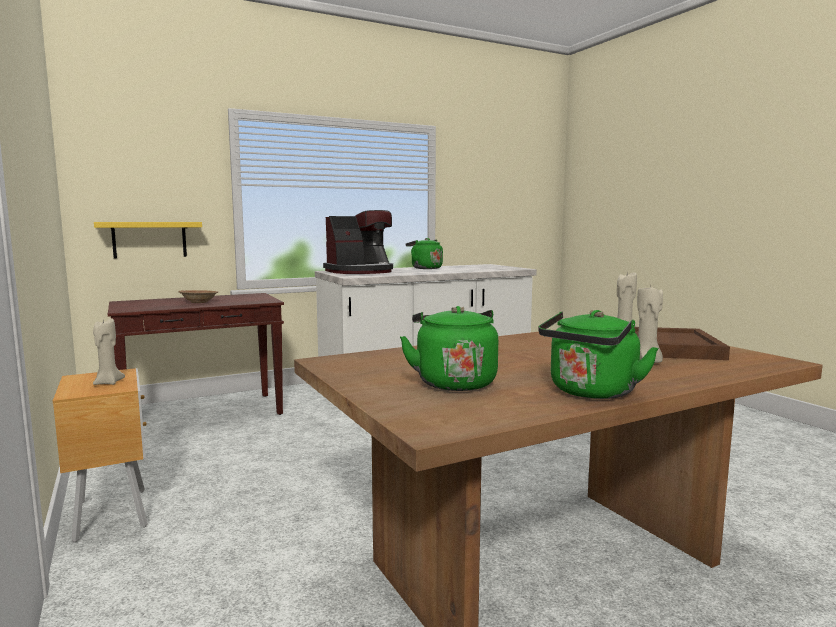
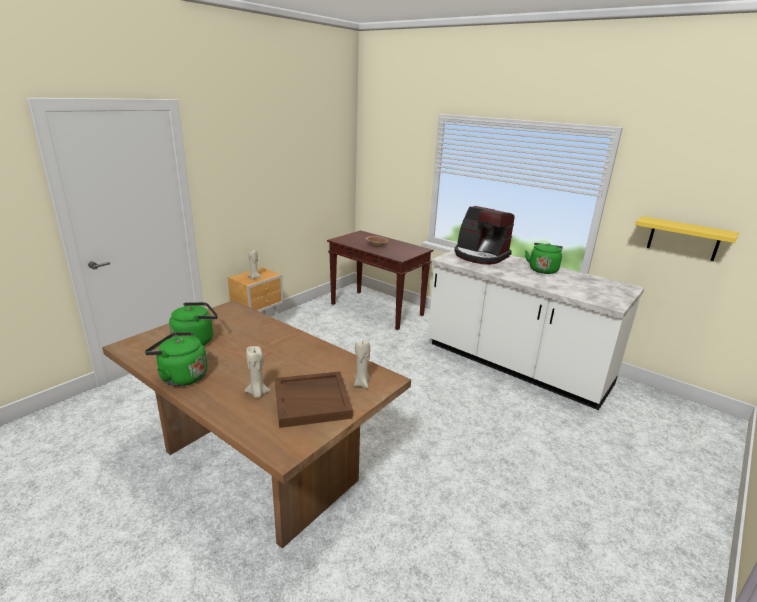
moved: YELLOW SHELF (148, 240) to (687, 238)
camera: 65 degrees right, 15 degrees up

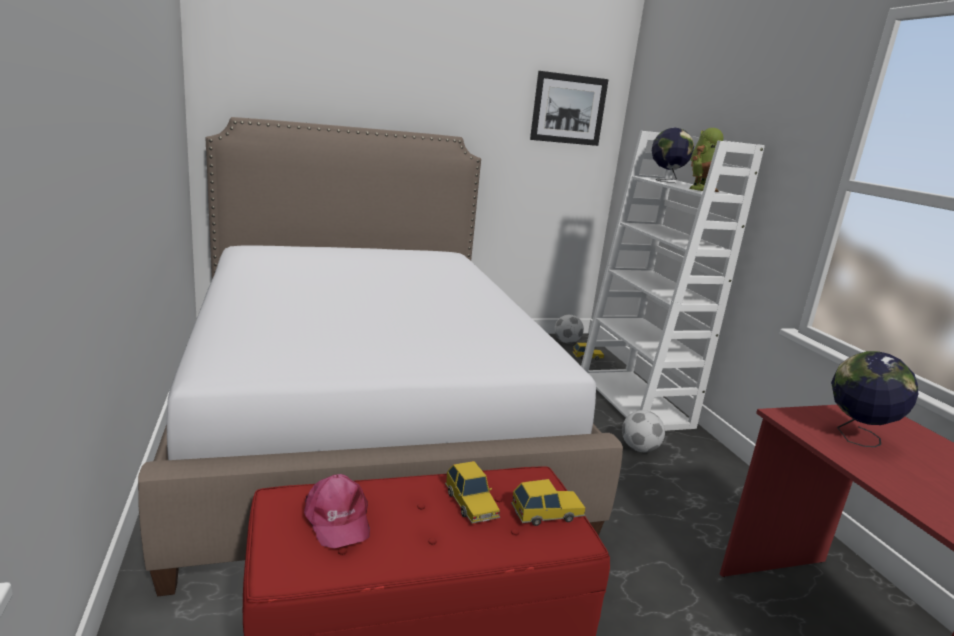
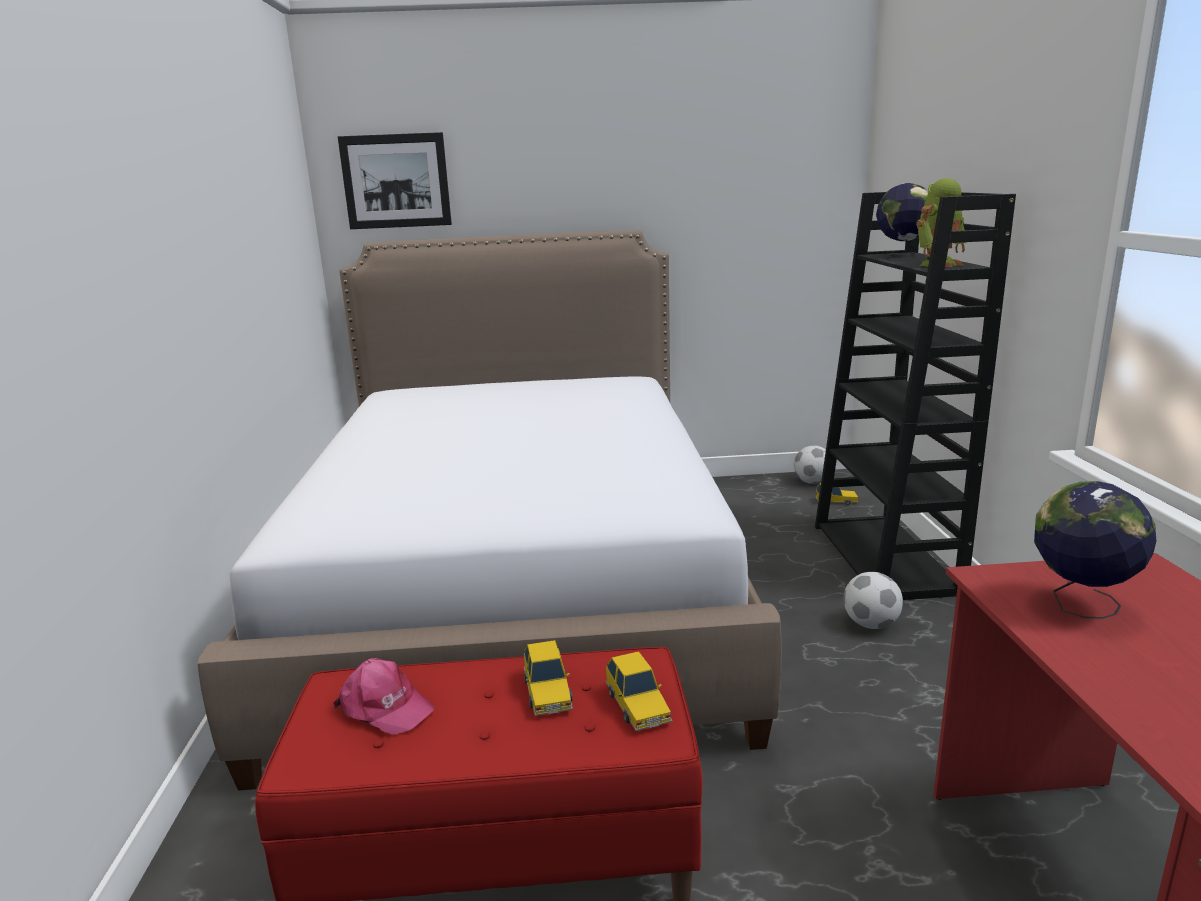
moved: PICTURE (569, 108) to (395, 180)
recoloured: WHITE BOOKCASE (673, 281) to BLACK BOOKCASE (915, 396)
turned: PINK CAP (337, 511) = (383, 696) 45 degrees counterclockwise; TOY CAR (548, 502) = (639, 691) 75 degrees clockwise
camera: 15 degrees right, 0 degrees up

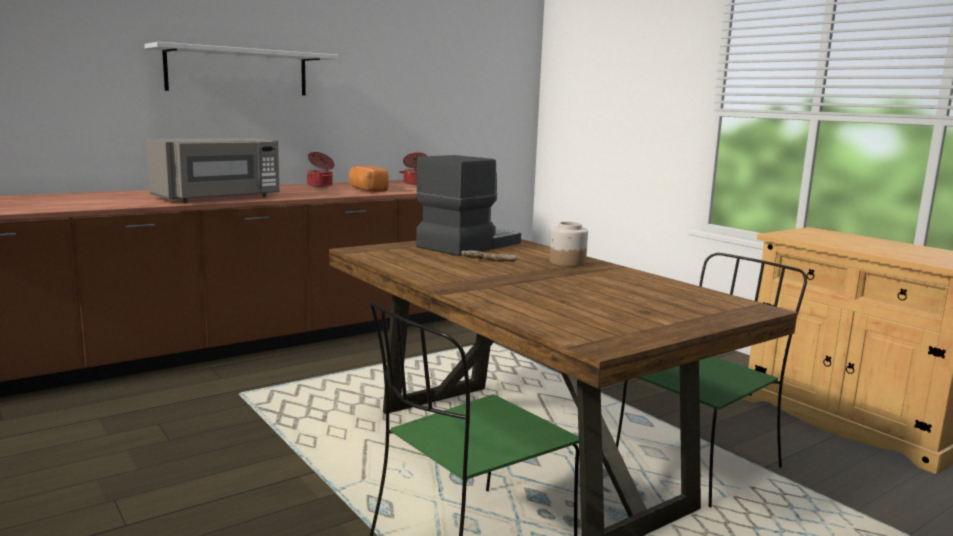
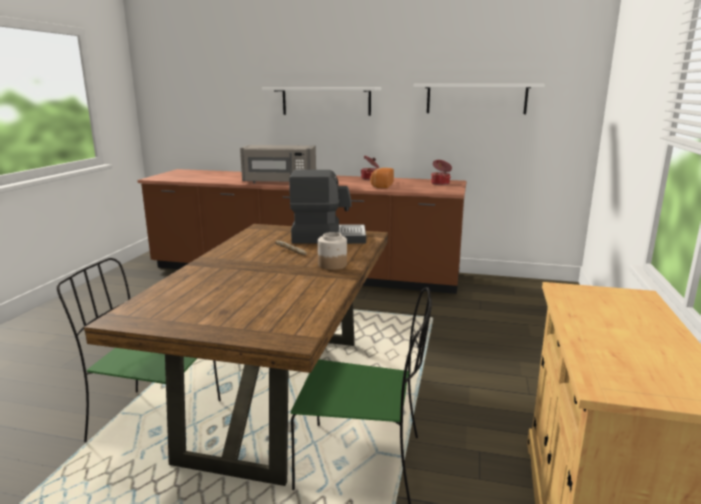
added: WHITE SHELF (478, 99)
camera: 50 degrees right, 5 degrees up

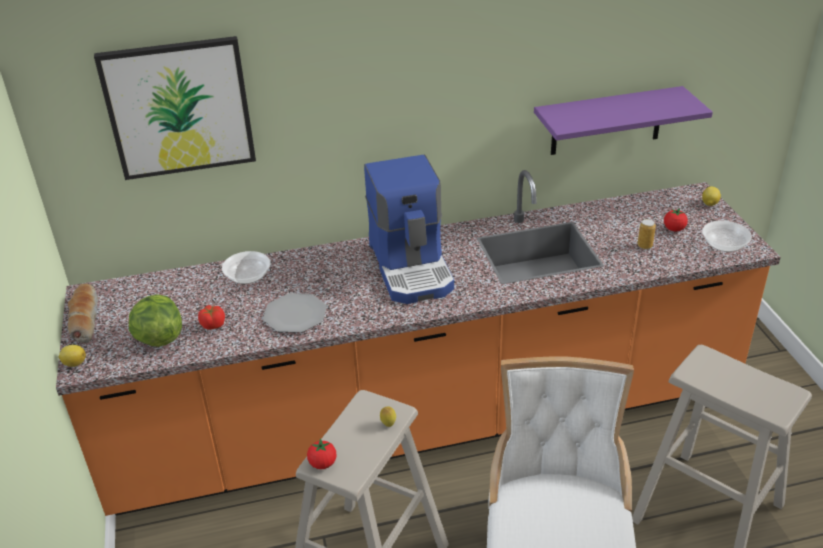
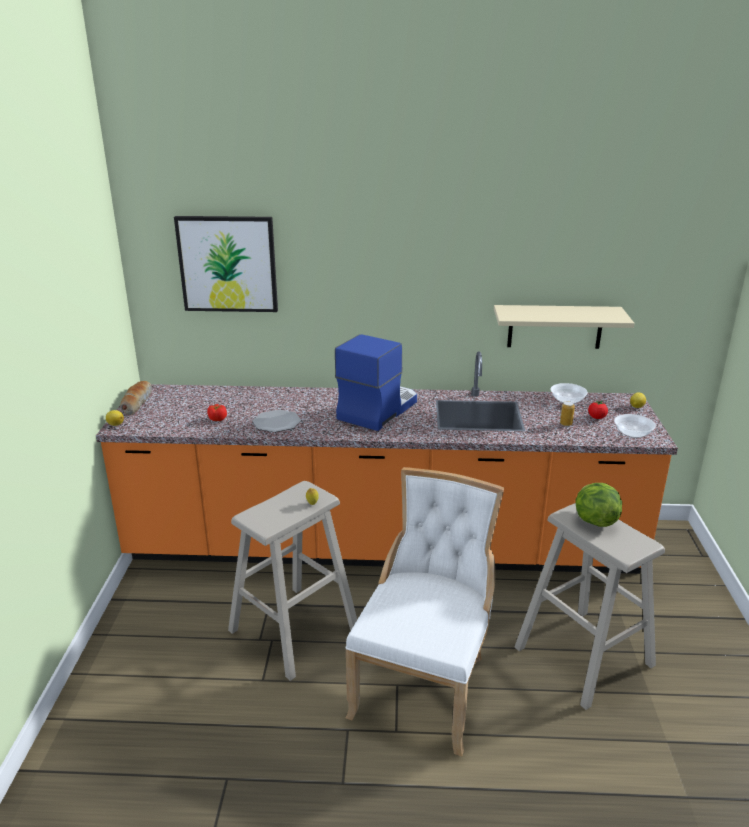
removed: TOMATO (322, 453)
moved: LETTUCE (155, 320) to (598, 505); BOWL (246, 267) to (569, 393)
recoloured: PURPLE SHELF (623, 120) to BEIGE SHELF (564, 327)
turned: COFFEE MACHINE (409, 229) = (376, 382) 150 degrees counterclockwise
camera: 15 degrees right, 10 degrees down

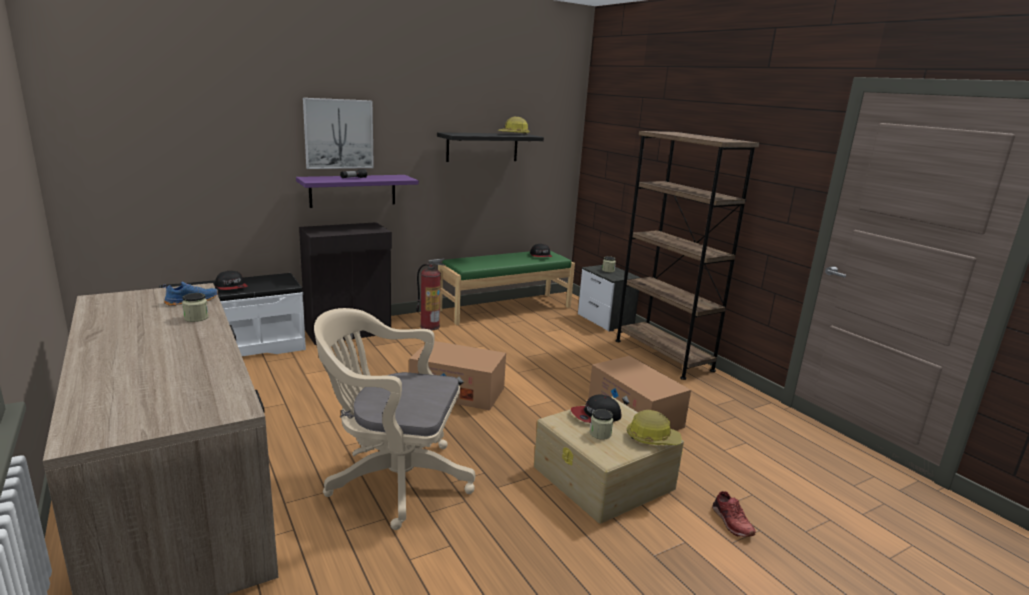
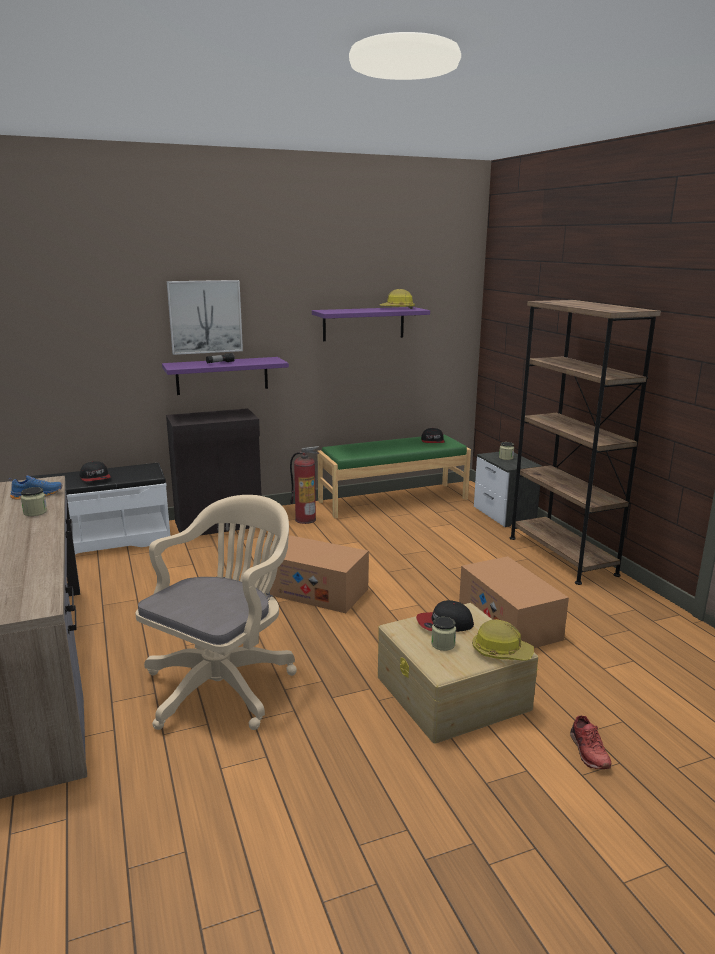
recoloured: BLACK SHELF (490, 147) to PURPLE SHELF (371, 324)
turned: BEIGE OFFICE CHAIR (394, 419) = (216, 612) 105 degrees clockwise
camera: 10 degrees right, 0 degrees up

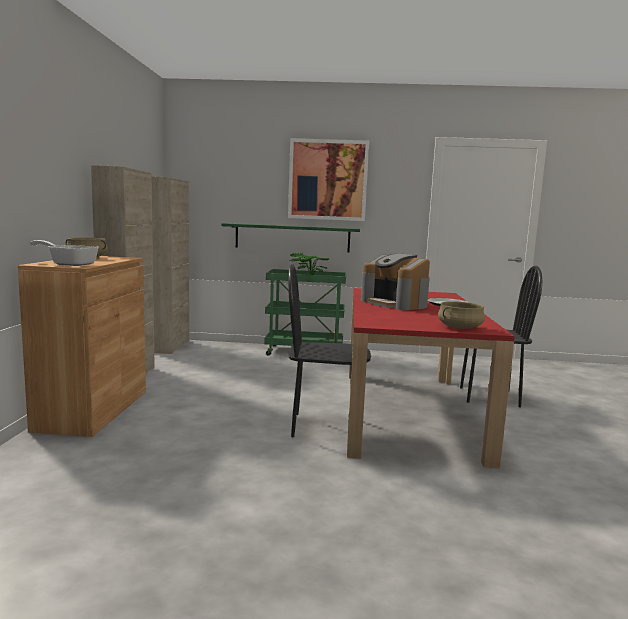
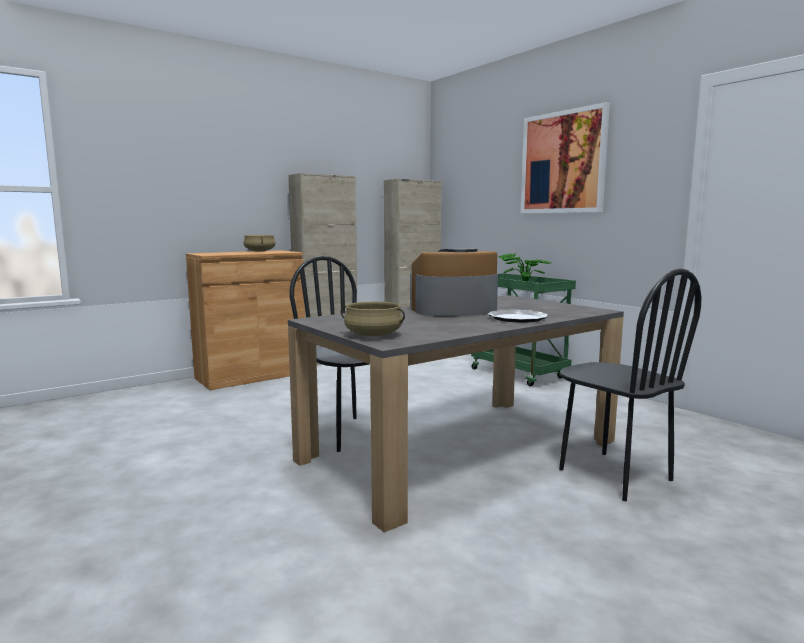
removed: FRYING PAN (64, 253); GREEN SHELF (290, 237)
recoloured: RED DINING TABLE (431, 378) to GREY DINING TABLE (456, 413)
turned: COFFEE MACHINE (395, 282) = (454, 282) 60 degrees clockwise
camera: 50 degrees right, 0 degrees up

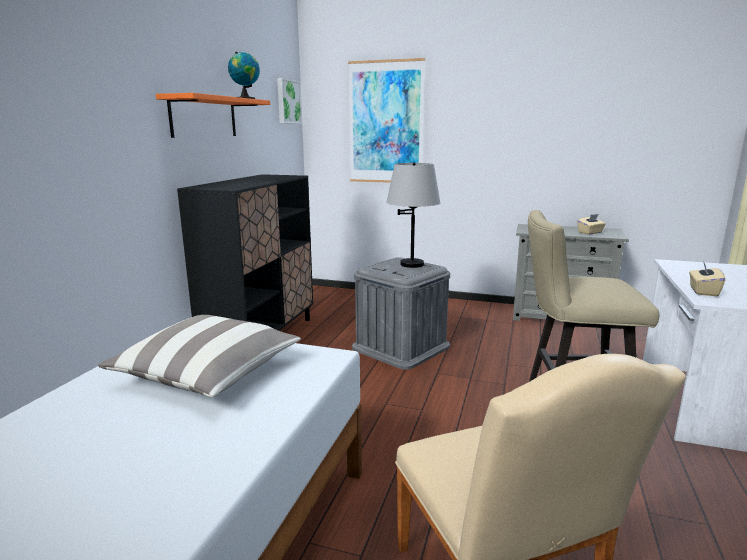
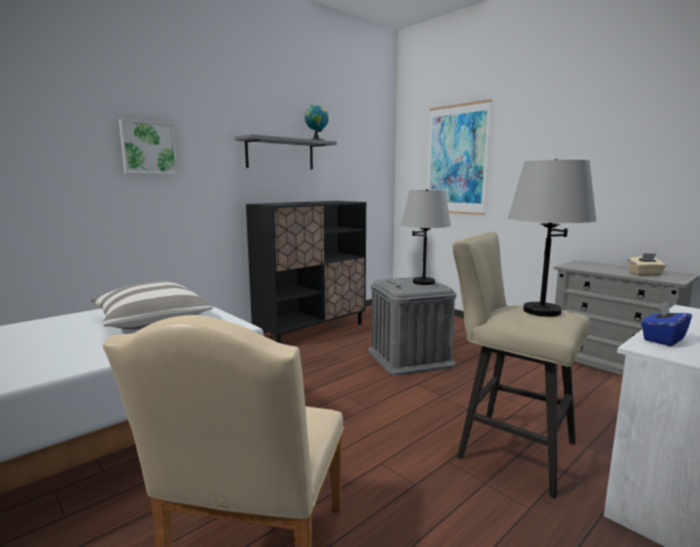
added: GREY TABLE LAMP (552, 238)
moved: PICTURE (289, 100) to (148, 146)
recoloured: ORANGE SHELF (213, 115) to GREY SHELF (286, 151); BEIGE TISSUE BOX (707, 278) to BLUE TISSUE BOX (666, 323)
camera: 30 degrees right, 5 degrees down

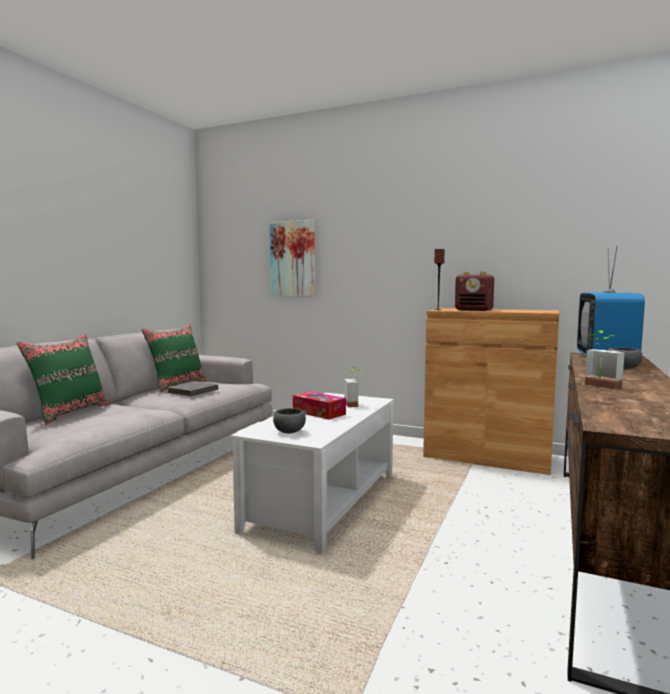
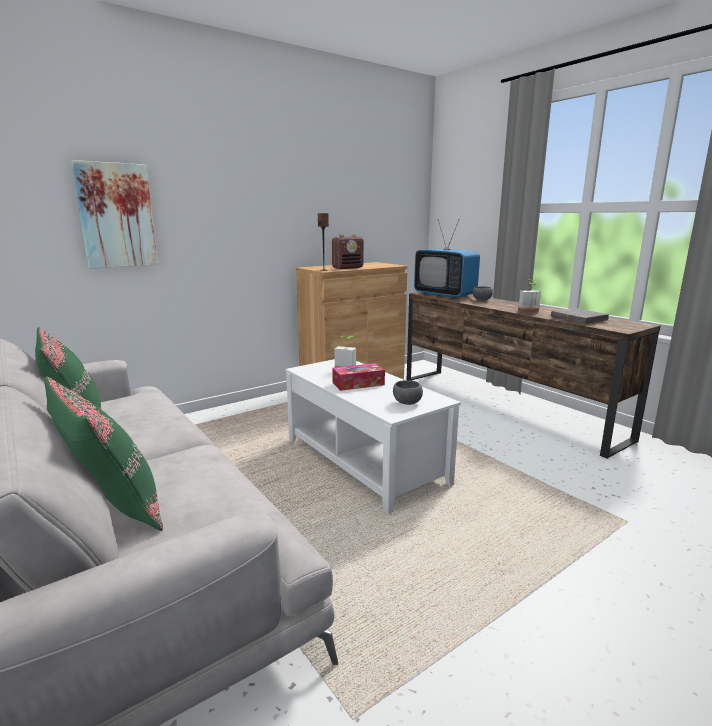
moved: GREY BOOK (193, 388) to (580, 316)
camera: 60 degrees left, 10 degrees up

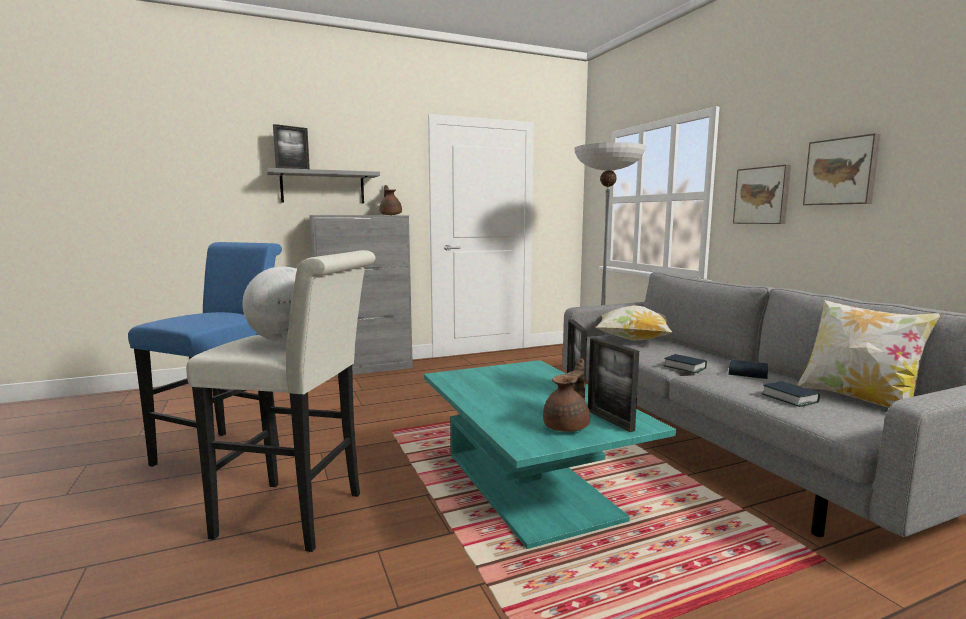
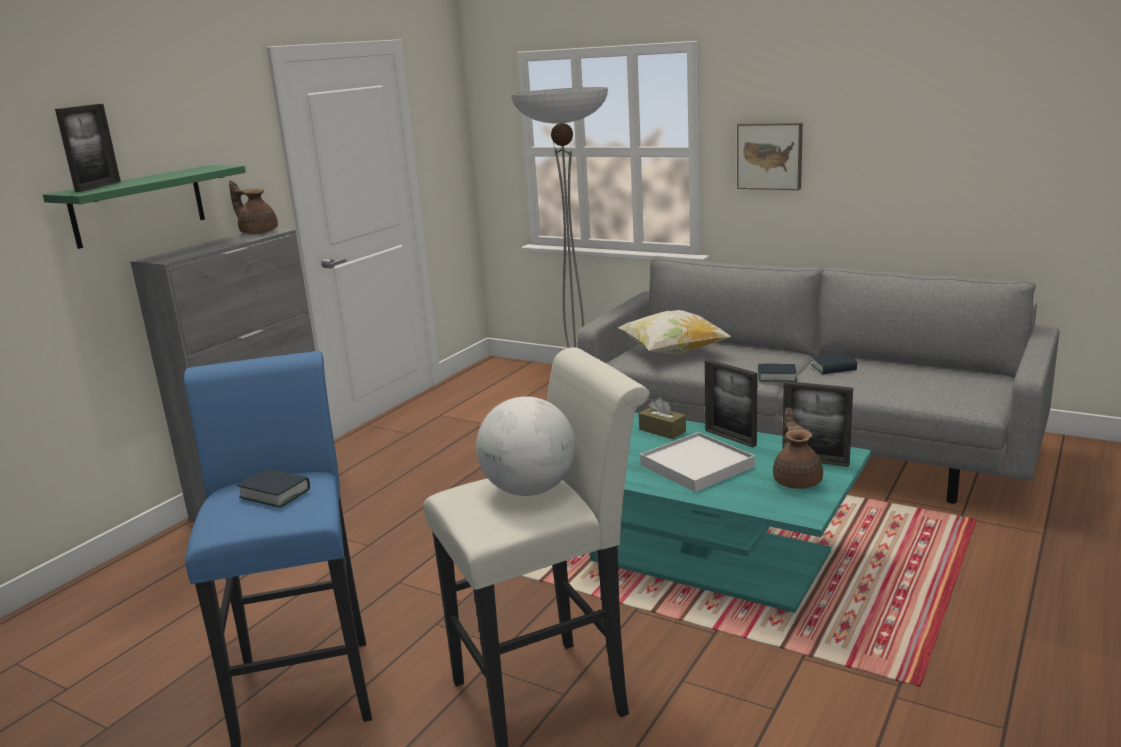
removed: PILLOW (870, 353); PICTURE (842, 169)
added: BROWN TISSUE BOX (662, 418); WHITE TRAY (697, 462)
moved: BOOK (791, 394) to (273, 488)
recoloured: GREY SHELF (323, 185) to GREEN SHELF (144, 207)
camera: 35 degrees left, 10 degrees up

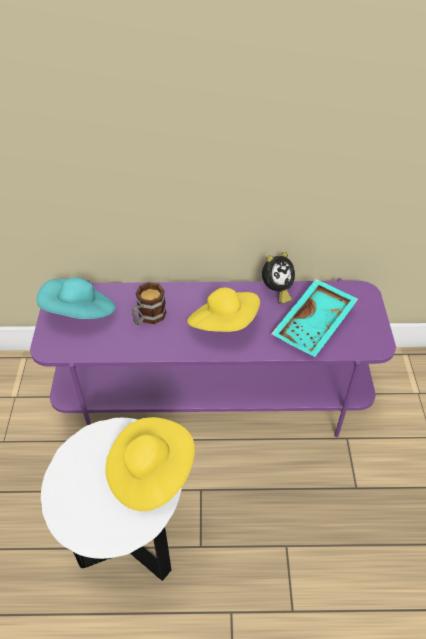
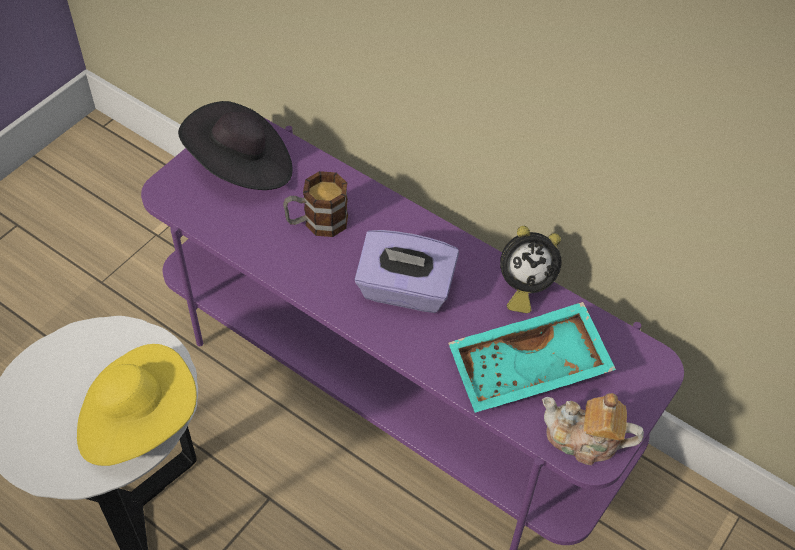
added: TEAPOT (593, 429)
replaced: YELLOW HAT (223, 310) to PURPLE TISSUE BOX (406, 271)
recoloured: TURQUOISE HAT (76, 298) to BLACK HAT (235, 145)
camera: 35 degrees right, 5 degrees up

